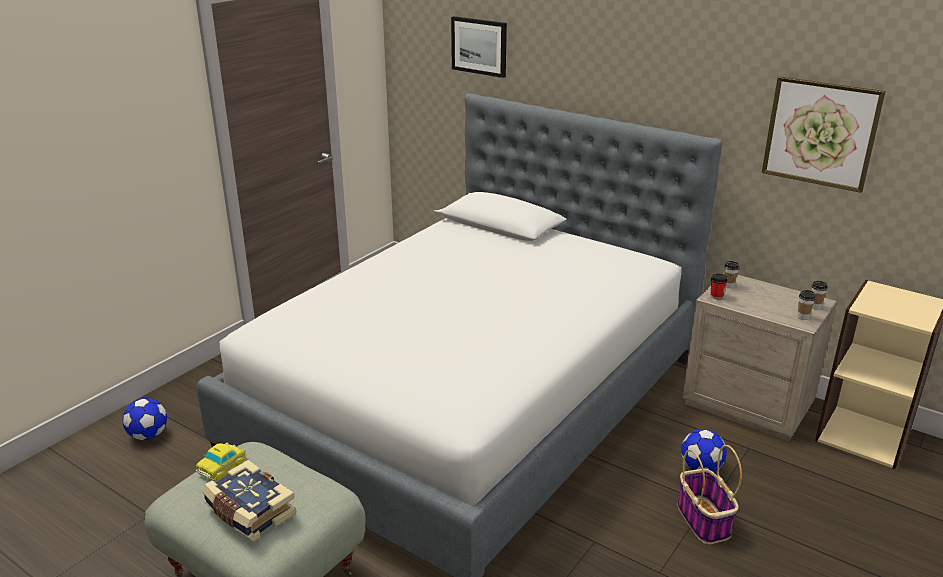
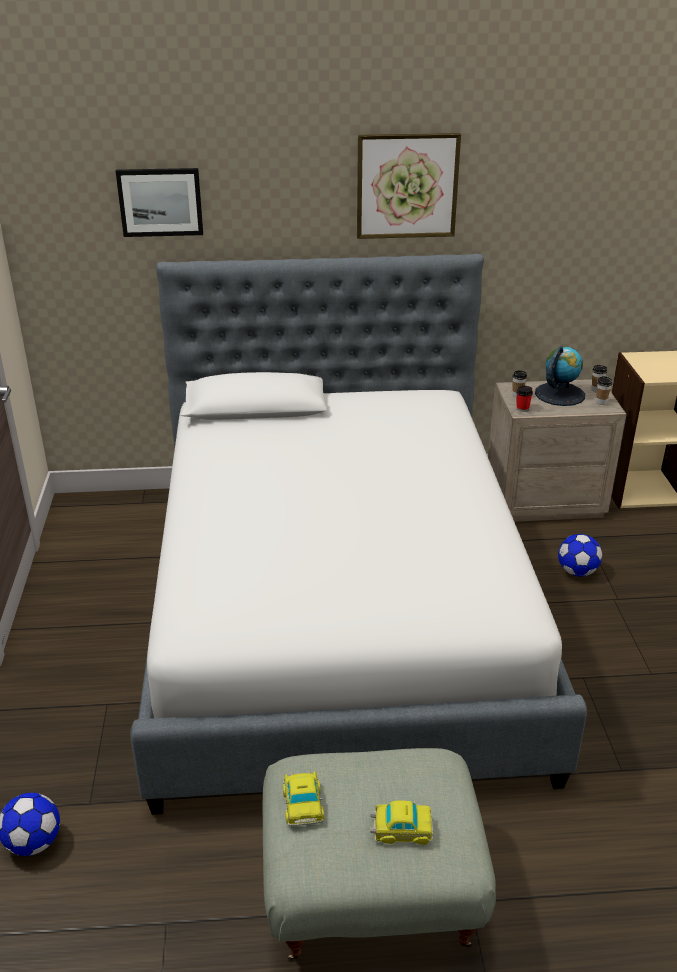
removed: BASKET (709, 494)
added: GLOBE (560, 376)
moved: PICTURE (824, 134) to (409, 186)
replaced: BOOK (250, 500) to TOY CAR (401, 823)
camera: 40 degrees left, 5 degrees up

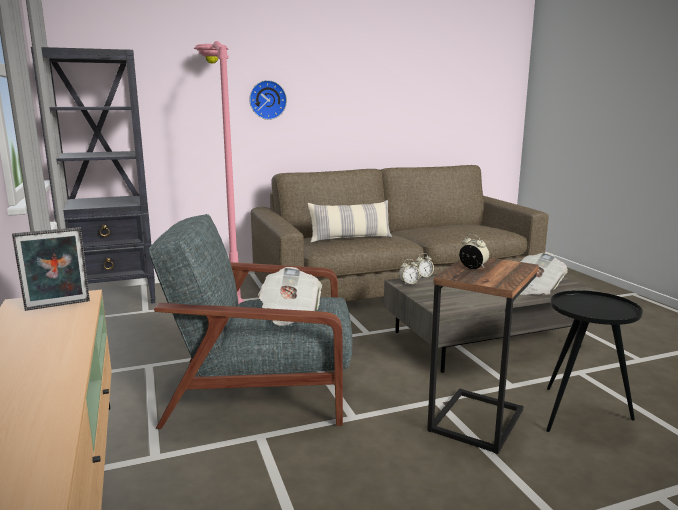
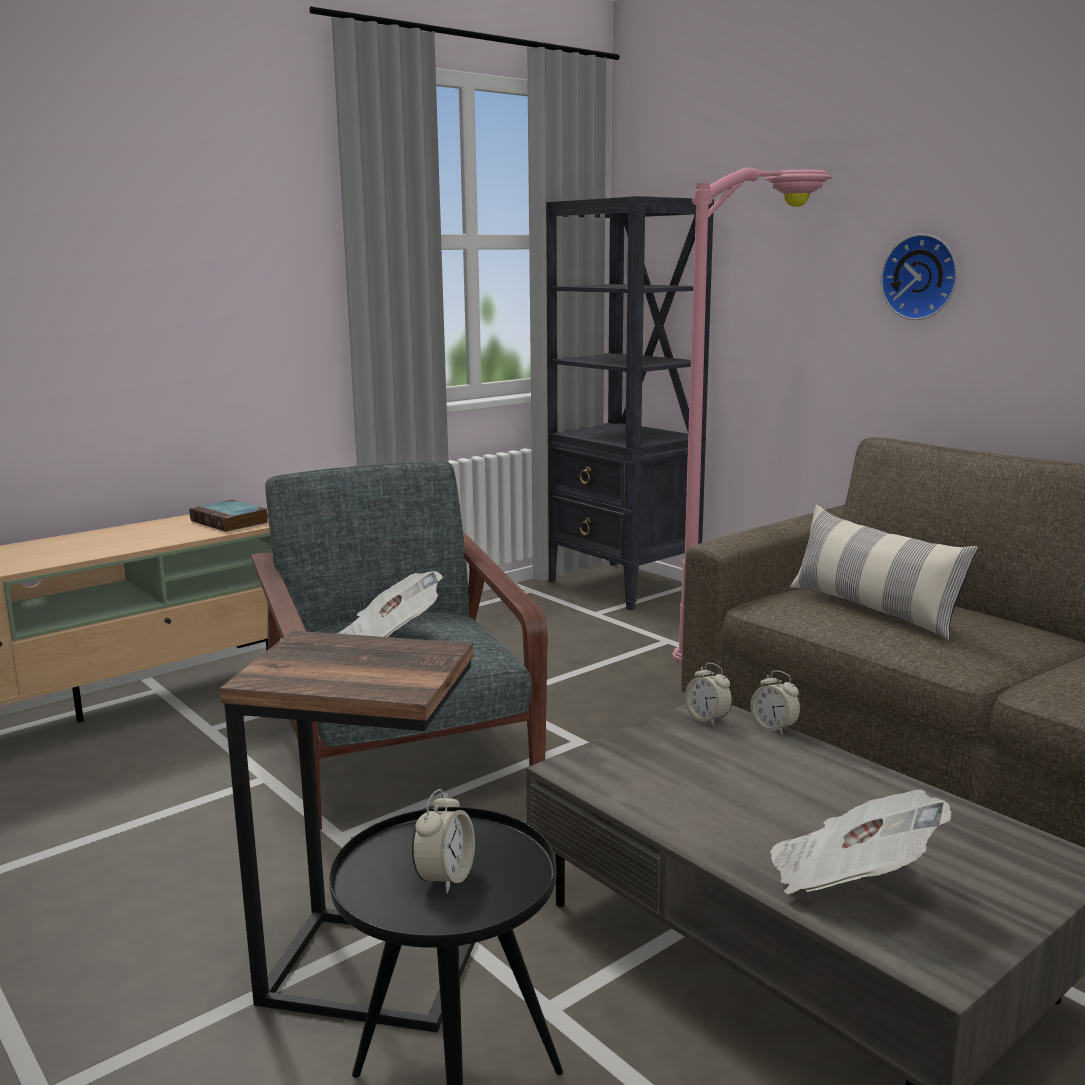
moved: ALARM CLOCK (474, 251) to (443, 841)
replaced: PICTURE FRAME (51, 269) to BOOK (229, 516)
camera: 70 degrees right, 0 degrees up

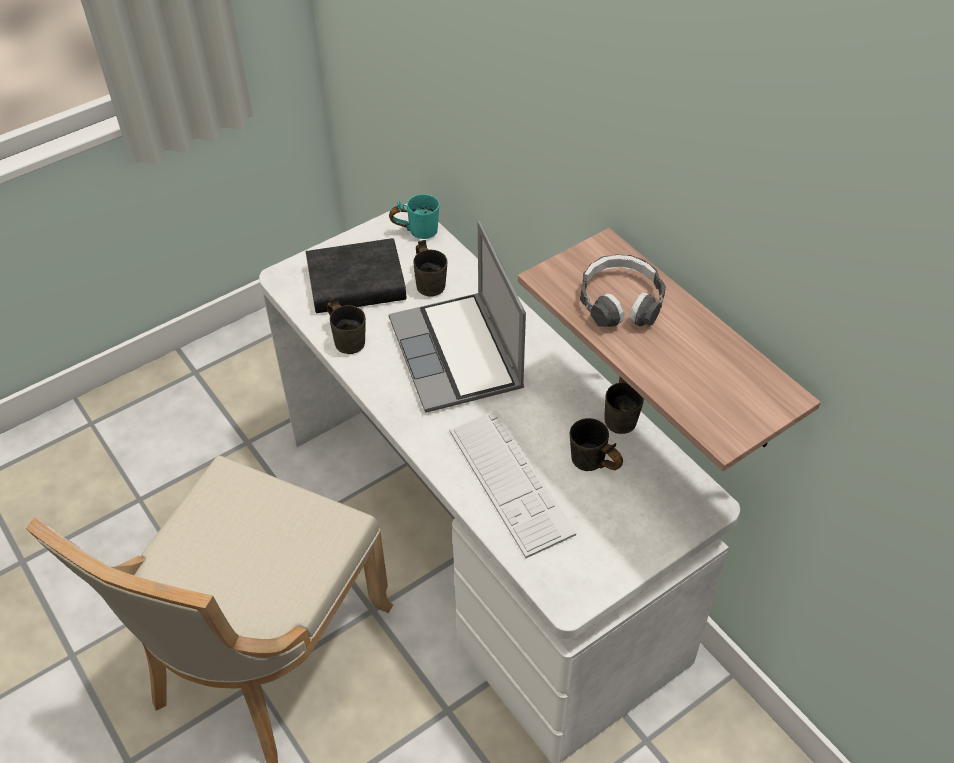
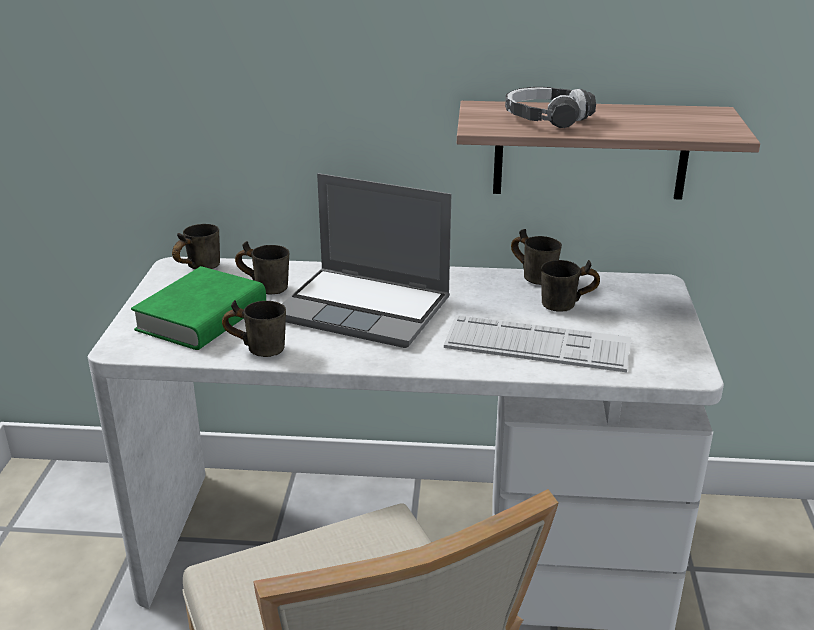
recoloured: BLACK BOOK (356, 275) to GREEN BOOK (198, 308); TURQUOISE MUG (414, 216) to GREY MUG (196, 246)
camera: 50 degrees left, 20 degrees down

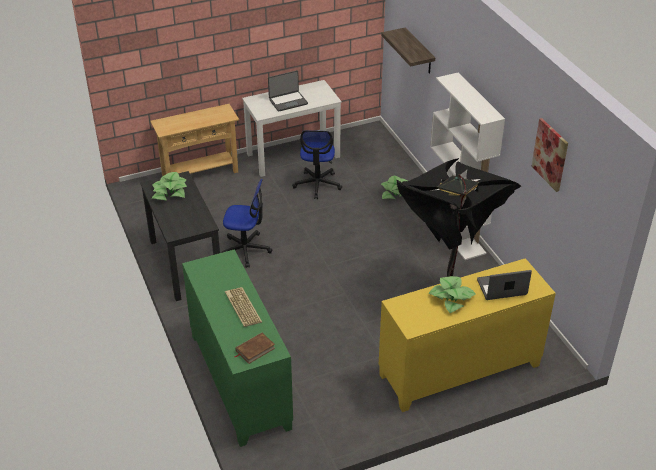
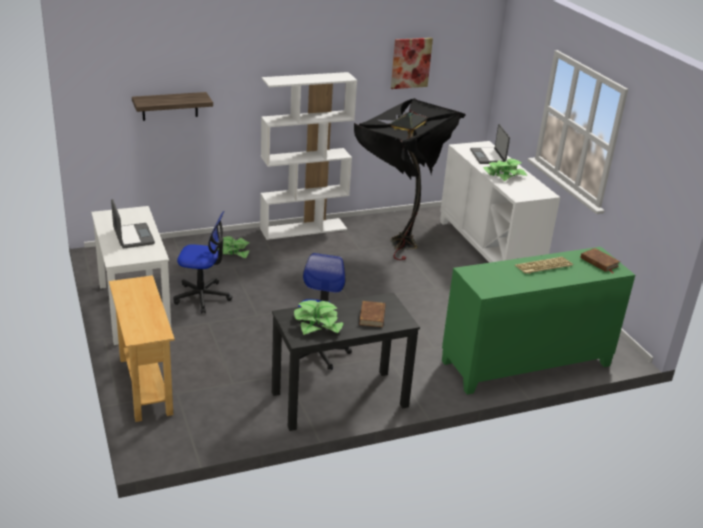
added: BROWN BOOK (372, 314)
recoloured: YELLOW CABINET (467, 335) to WHITE CABINET (500, 202)
camera: 90 degrees left, 10 degrees down

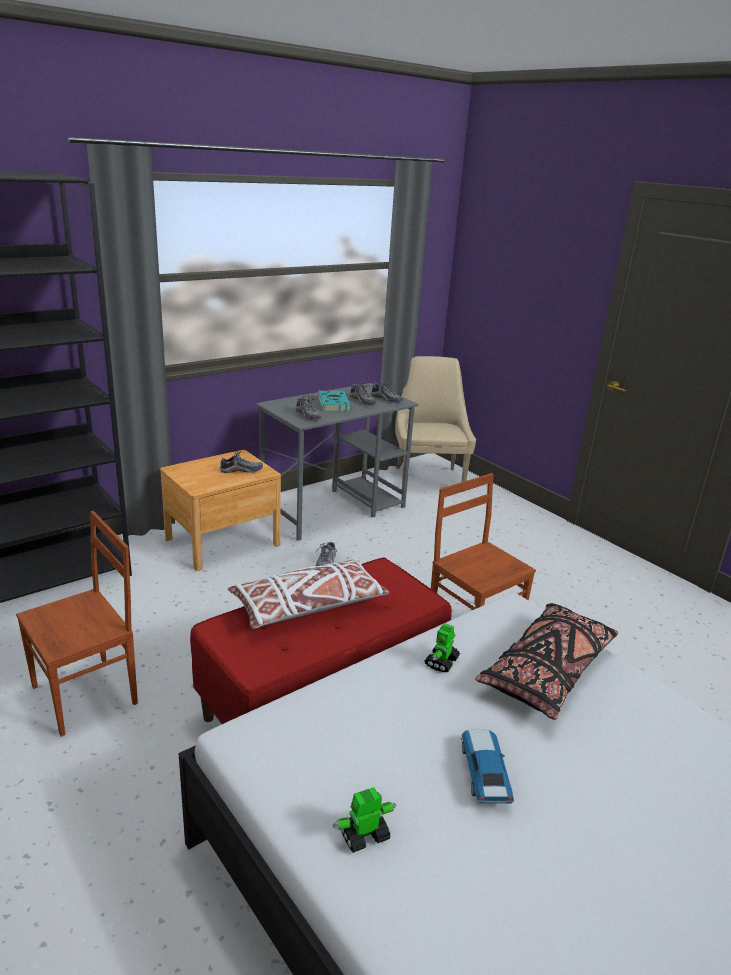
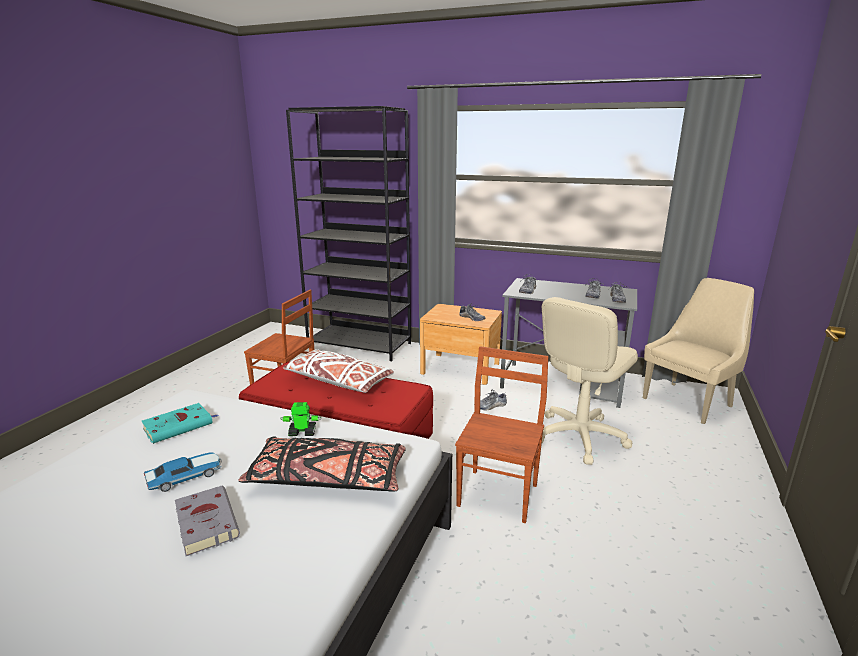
removed: TOY ROBOT (364, 820)
added: GREY BOOK (207, 521); BEIGE OFFICE CHAIR (590, 381)
moved: TURQUOISE BOOK (334, 401) to (179, 423)
camera: 60 degrees right, 5 degrees down

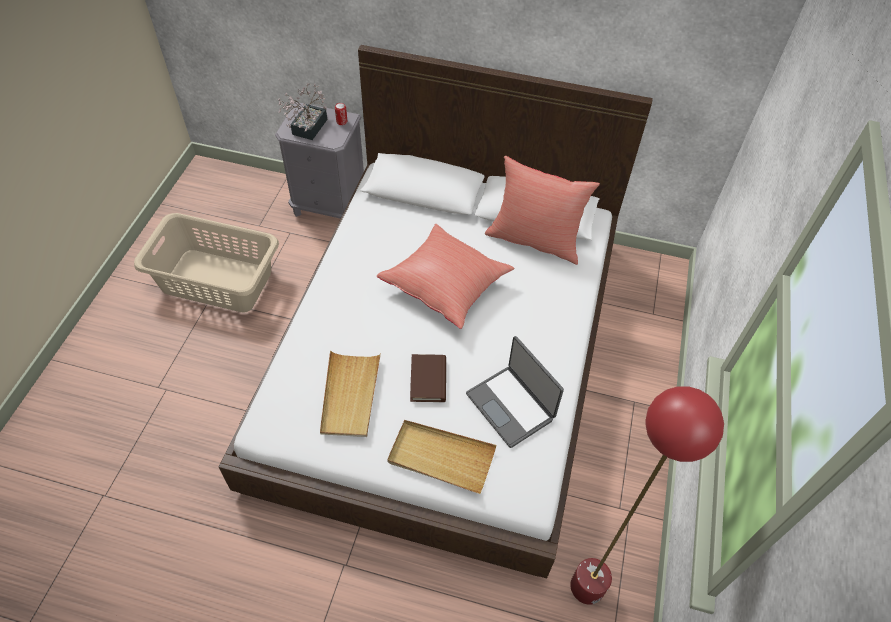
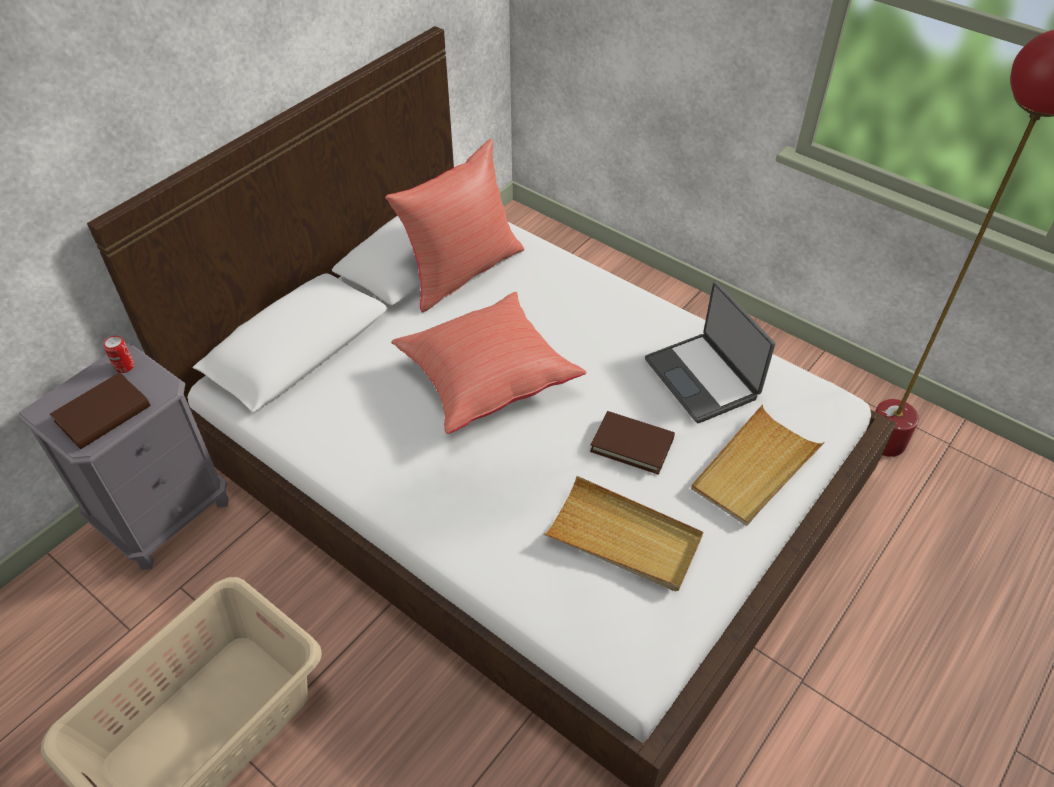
replaced: POTTED PLANT (302, 111) to BROWN BOOK (100, 410)
turned: LAPTOP (515, 392) = (710, 352) 75 degrees clockwise
camera: 65 degrees left, 5 degrees down

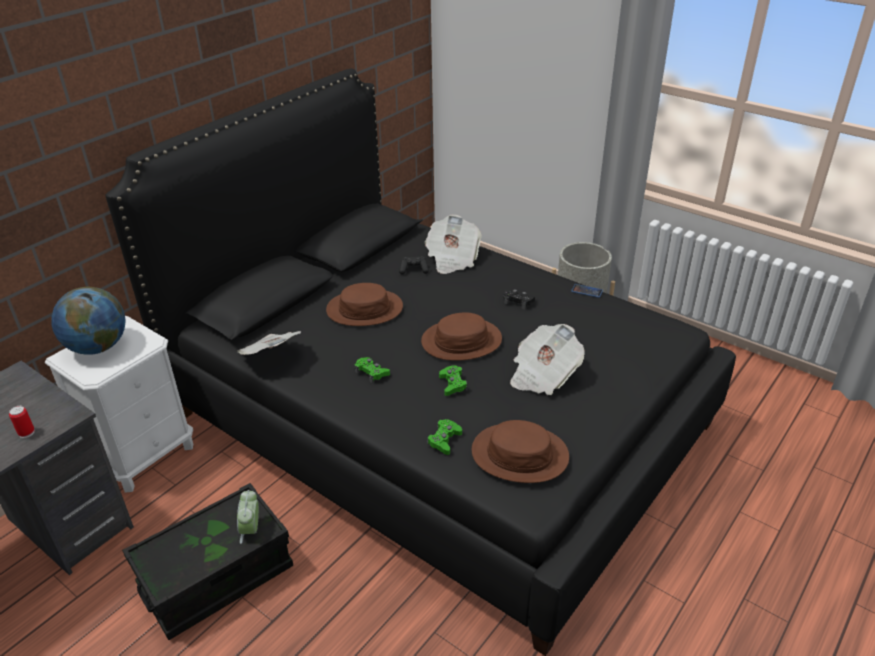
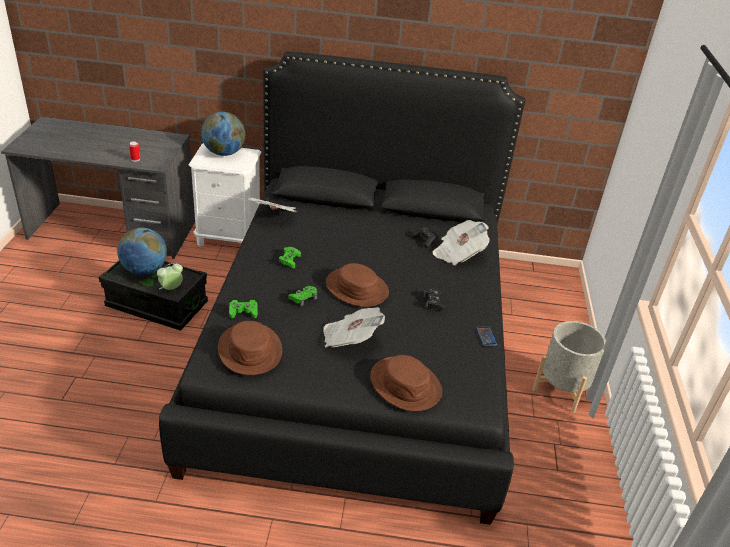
added: GLOBE (142, 251)
moved: BROWN HAT (364, 304) to (406, 383)
camera: 55 degrees right, 0 degrees up

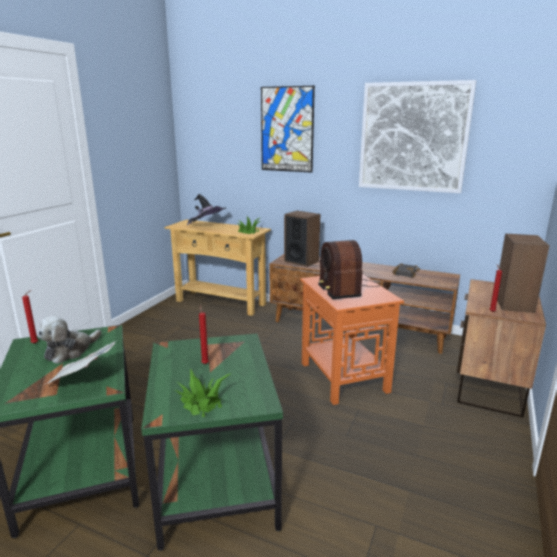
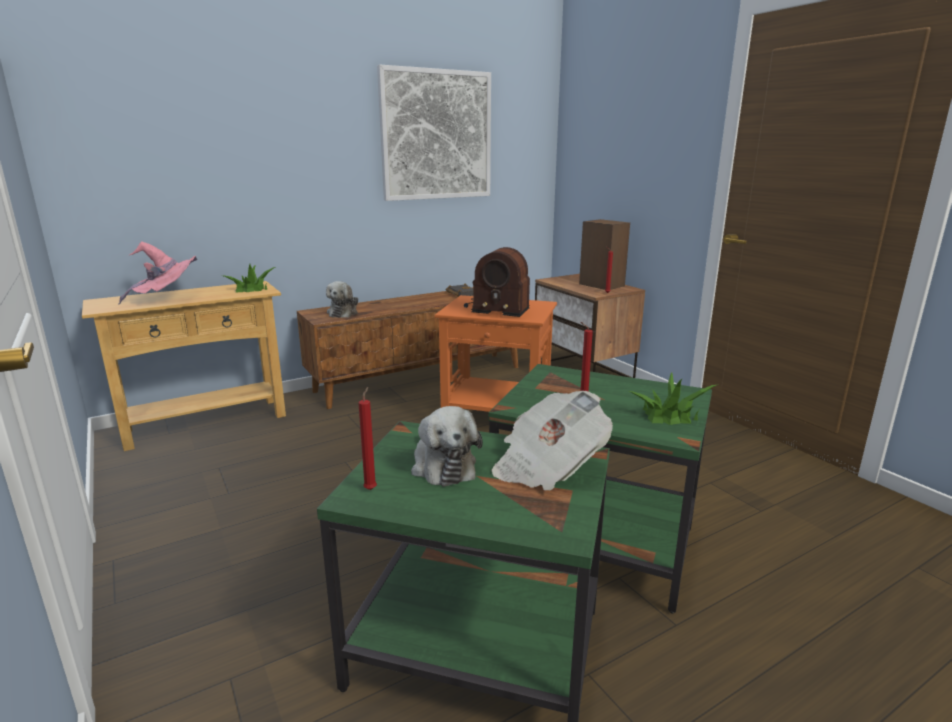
removed: PICTURE (288, 129)
replaced: SPEAKER (302, 239) to PLUSH TOY (342, 299)
recoloured: BLACK HAT (206, 209) to PINK HAT (158, 272)
camera: 55 degrees left, 0 degrees up

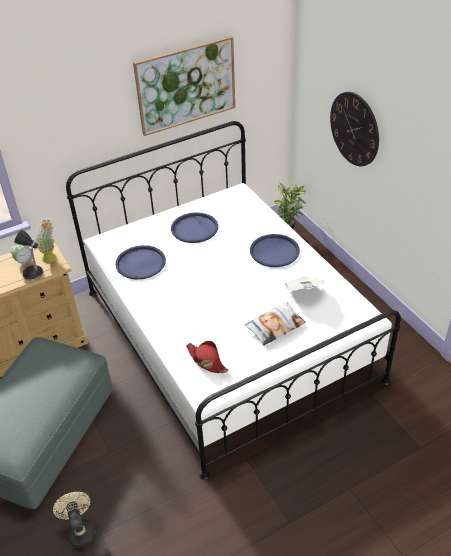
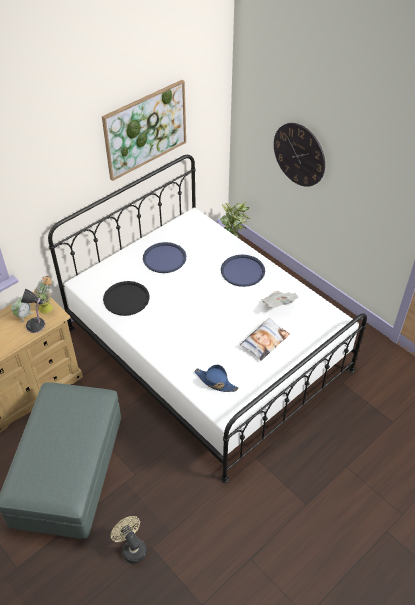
recoloured: BLUE TRAY (140, 262) to BLACK TRAY (126, 298); RED HAT (207, 357) to BLUE HAT (216, 378)
camera: 15 degrees left, 5 degrees up

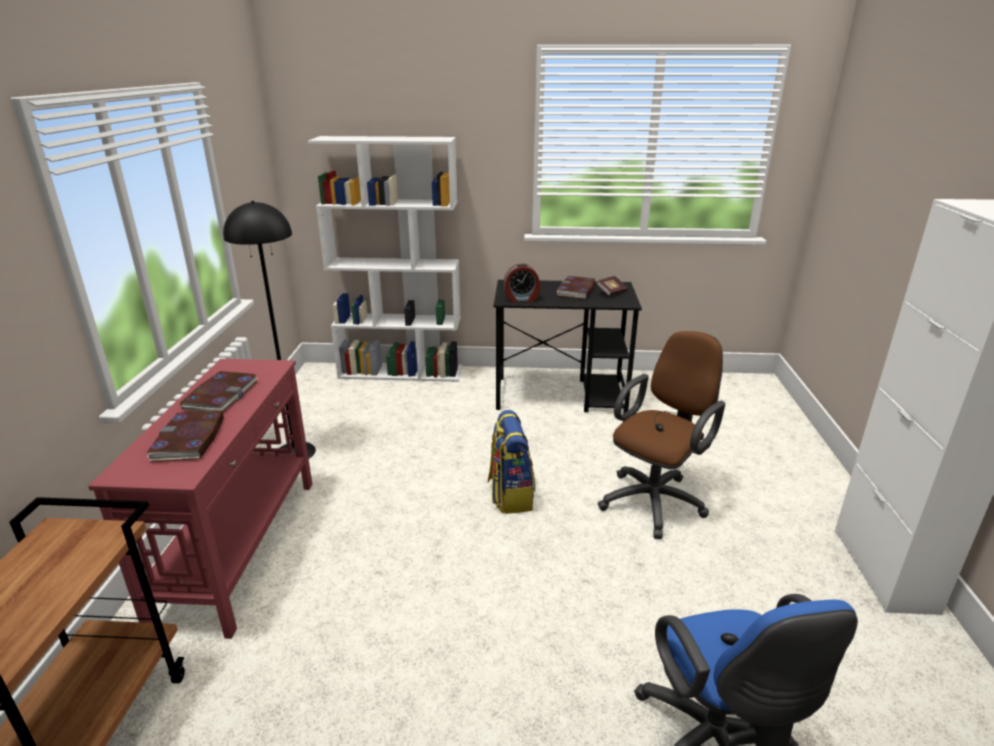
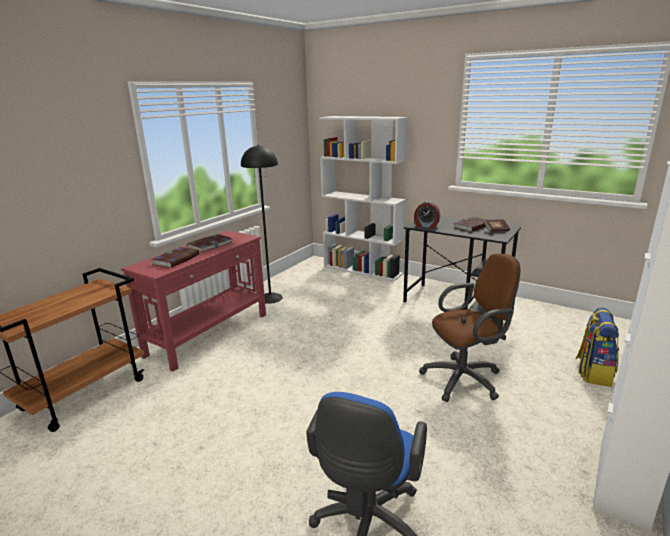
moved: BACKPACK (511, 462) to (597, 347)
camera: 30 degrees right, 5 degrees down

